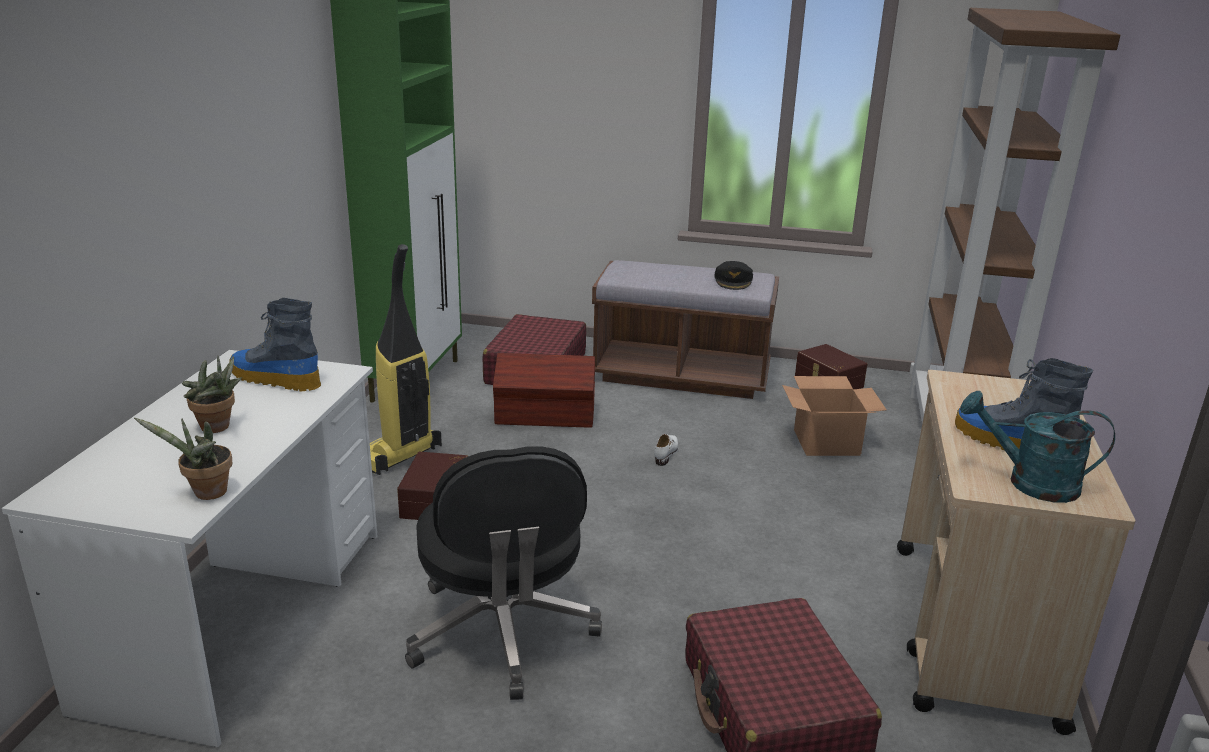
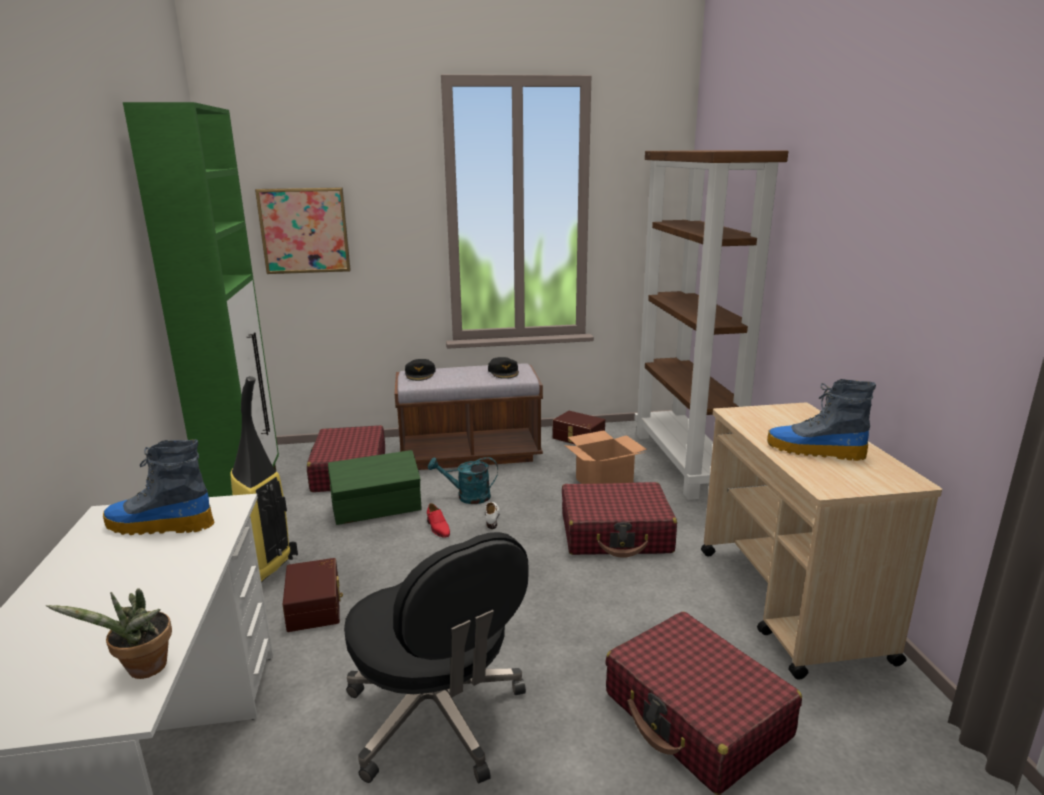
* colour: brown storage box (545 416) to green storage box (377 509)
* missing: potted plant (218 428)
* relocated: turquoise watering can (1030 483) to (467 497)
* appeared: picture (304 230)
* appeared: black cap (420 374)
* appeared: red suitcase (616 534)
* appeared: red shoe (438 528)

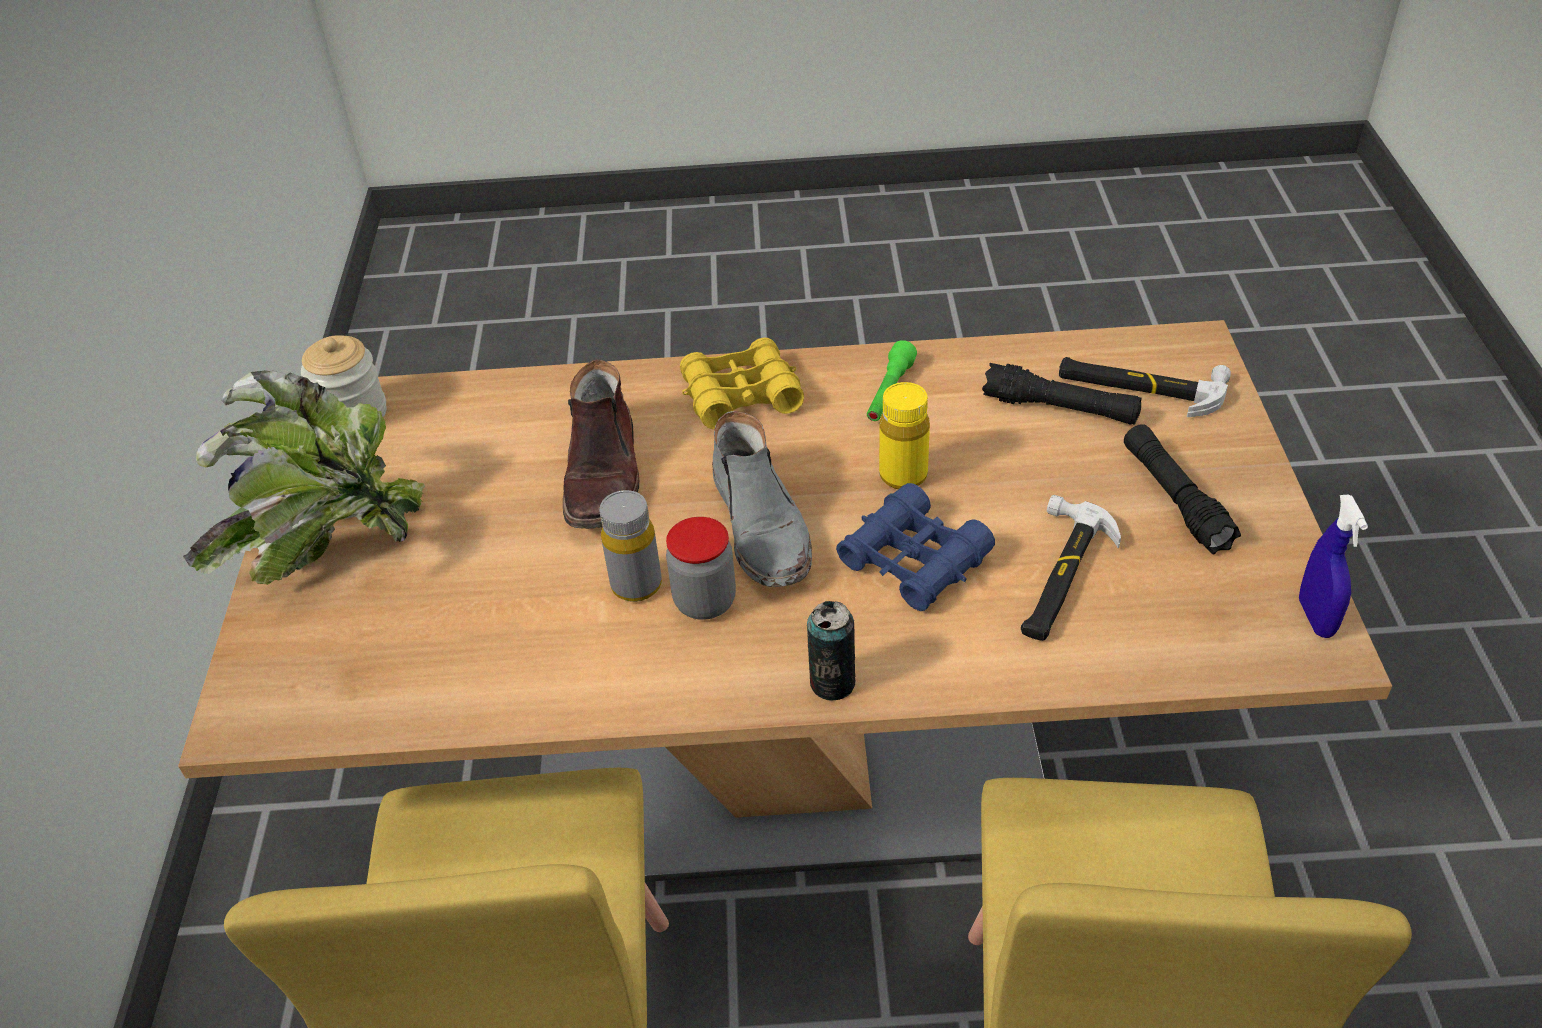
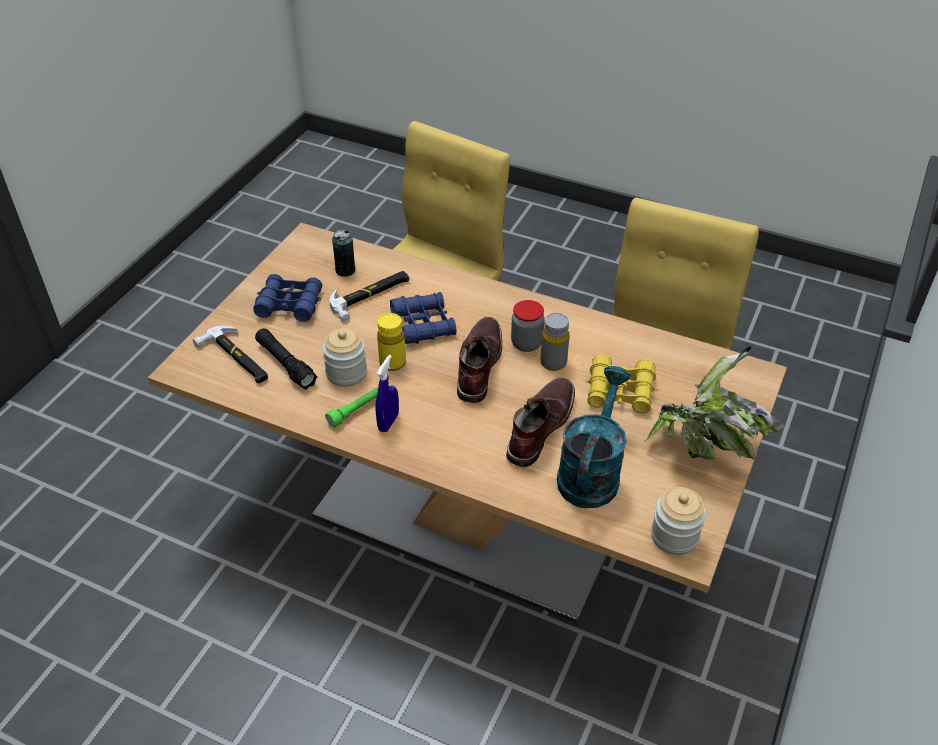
* relocated: yellow binoculars (741 395) to (620 391)
* colour: grey boot (763 527) to brown boot (477 365)
* exchanged: black flashlight (1175 499) to blue binoculars (289 304)
* relocated: blue spray bottle (1316 618) to (388 422)
* relocated: can (832 683) to (345 271)
* appeared: jar (346 373)
* appeared: turquoise watering can (591 472)

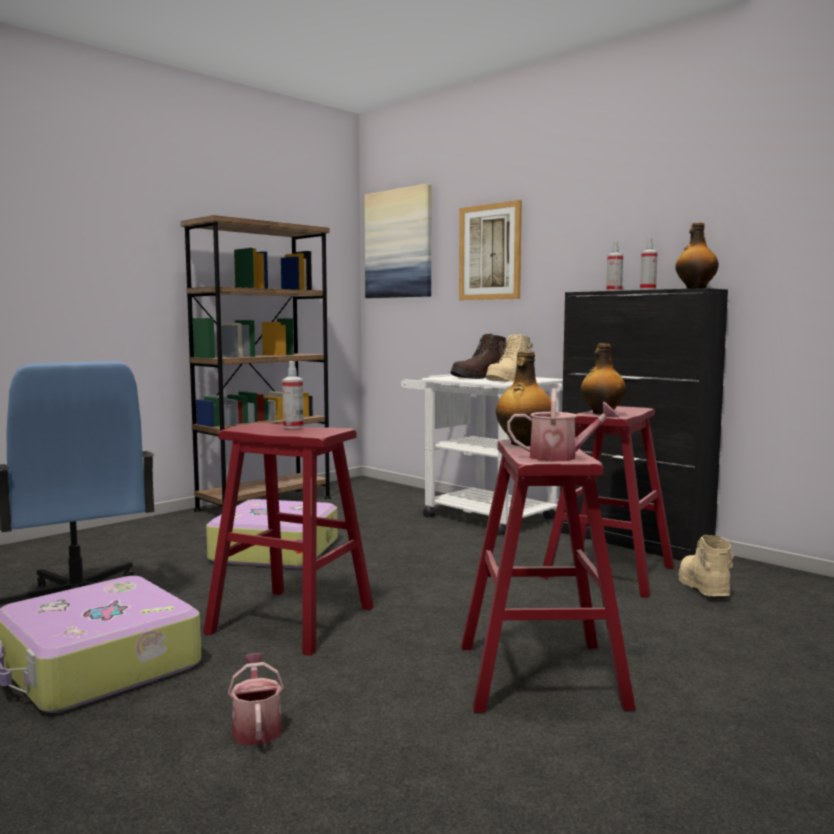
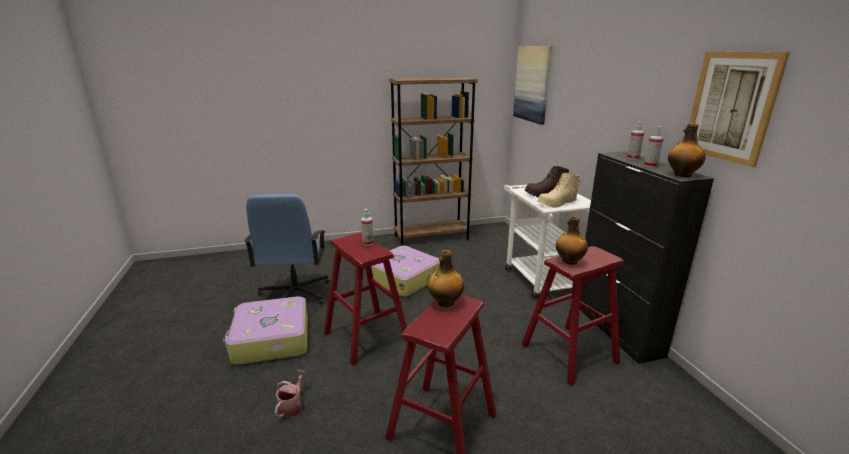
* relocated: picture (490 252) to (731 107)
* missing: watering can (560 457)
* missing: beige boot (702 587)

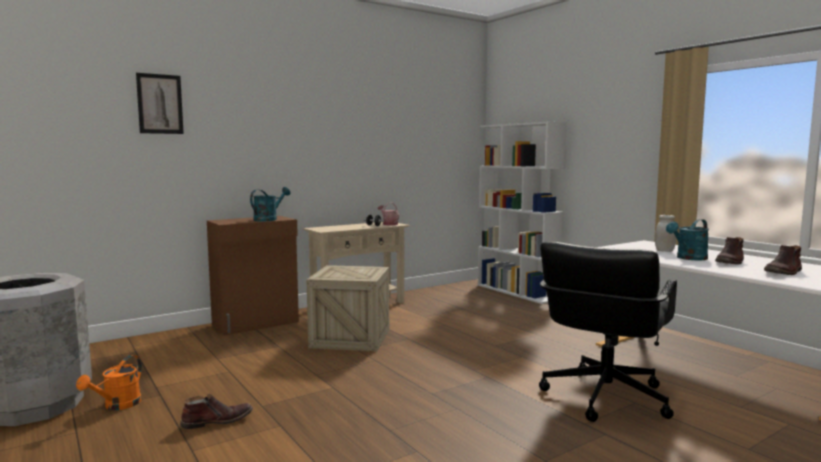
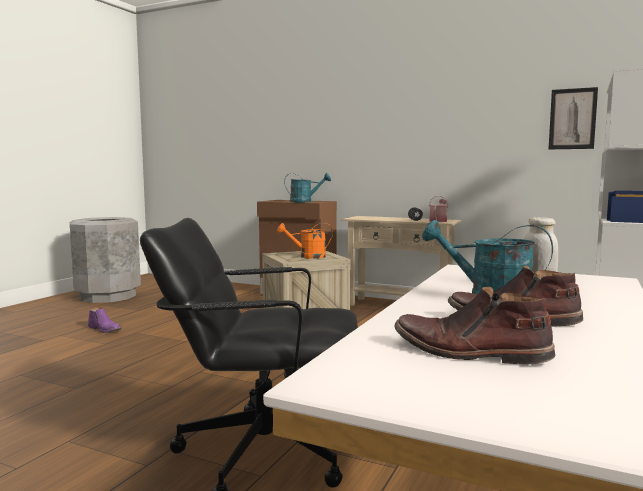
* relocated: picture (160 104) to (572 119)
* relocated: orange watering can (117 406) to (308 256)
* colour: brown boot (217 421) to purple boot (105 329)

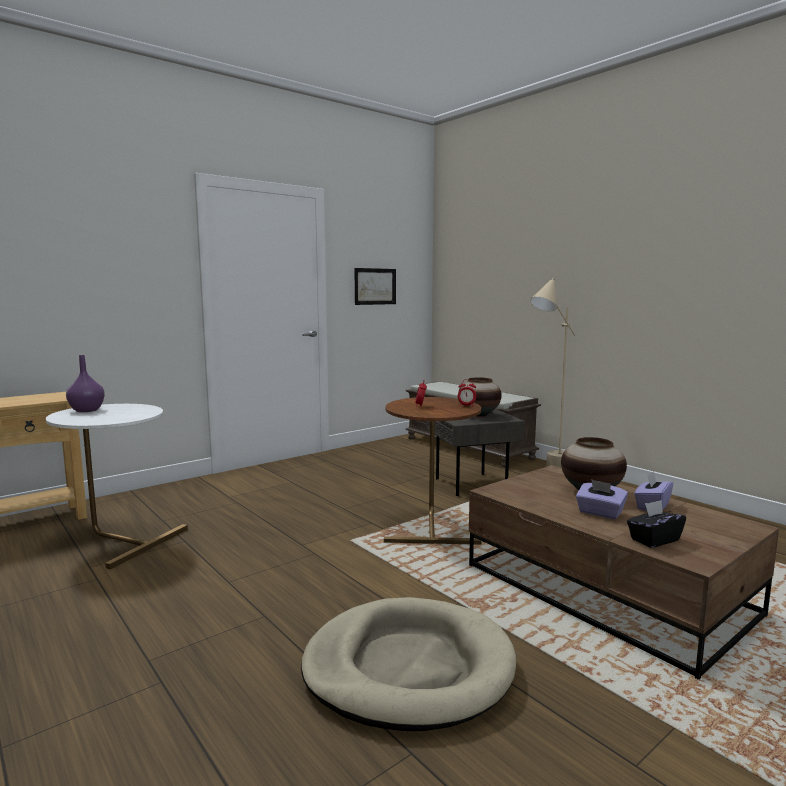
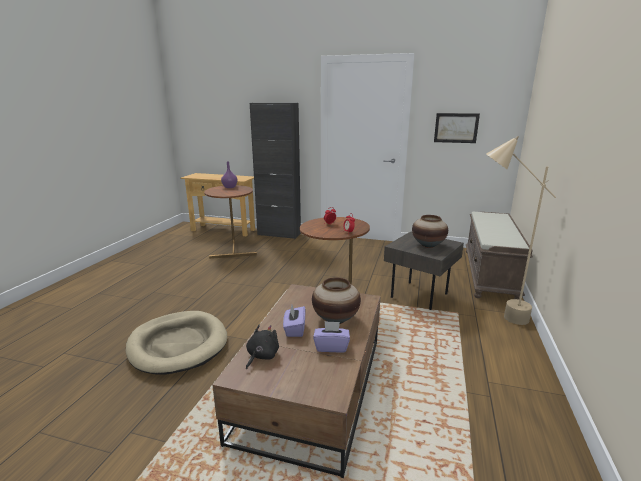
* colour: white side table (119 540) to brown side table (233 249)
* exchanged: black tissue box (654 540) to black plush toy (261 356)
* appeared: black cabinet (279 234)

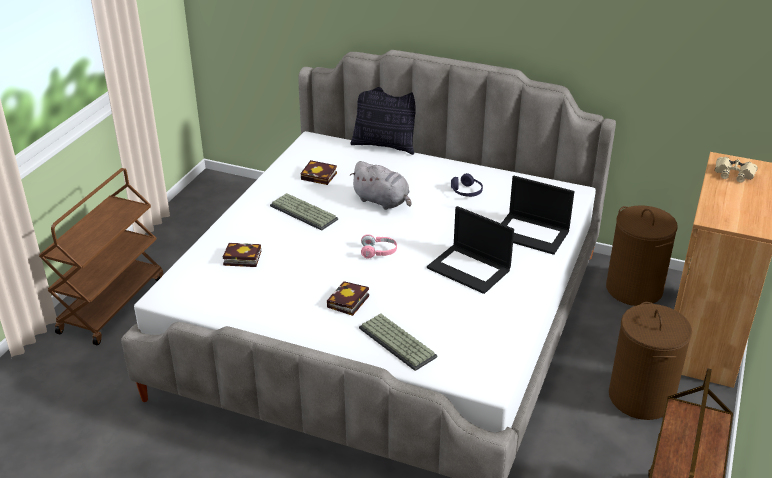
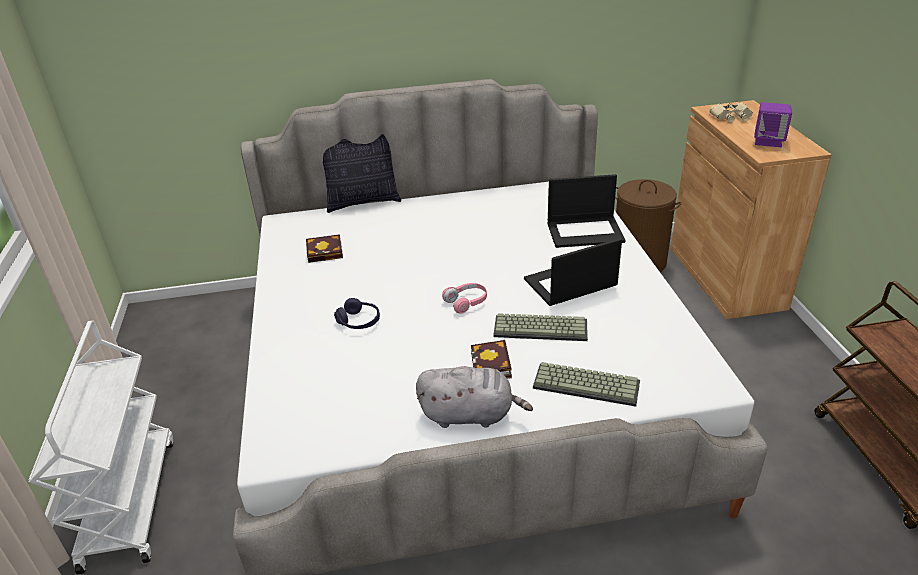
* relocated: grey plush toy (383 201) to (470 415)
* colour: brown cart (112 304) to white cart (129 501)
* relocated: purple headphones (466 192) to (359 321)
* relocated: keyboard (305 212) to (541 328)
* spun: laptop (470 269) = (570 284) 150 degrees clockwise
* missing: book (240 258)
* missing: brown laundry basket (641 398)
* appeared: purple speaker (768 141)

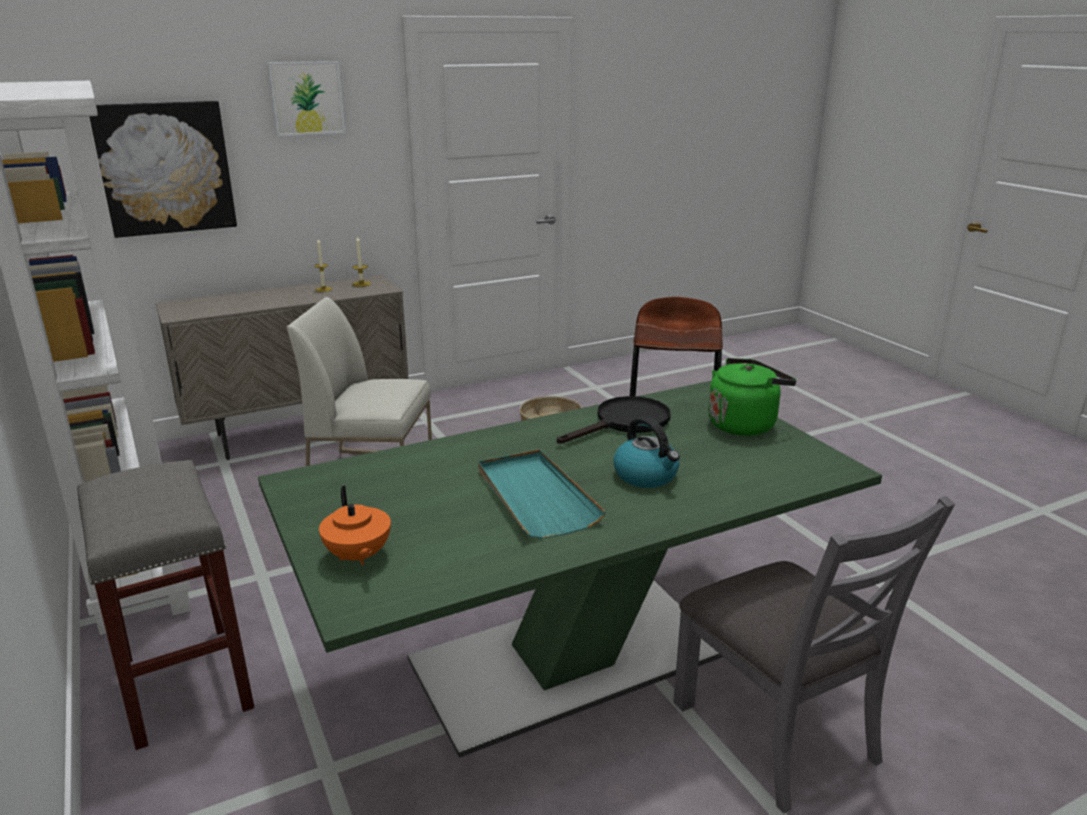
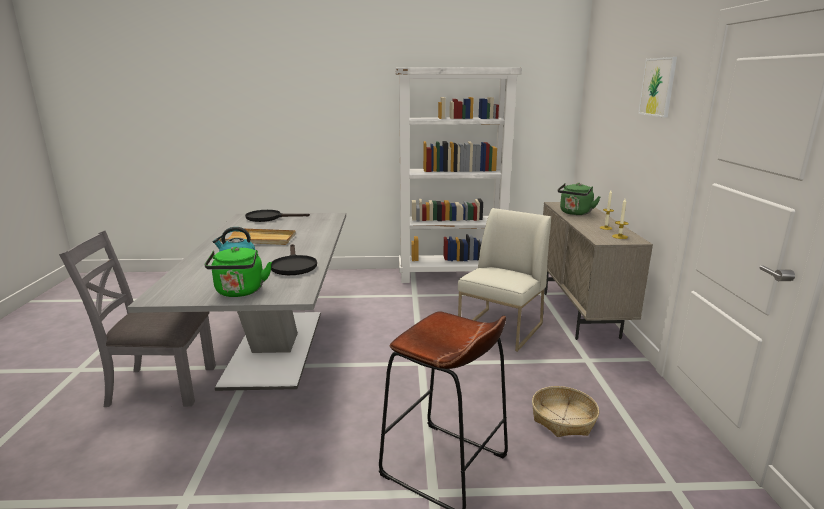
* missing: picture (161 168)
* colour: green dining table (567 659) to grey dining table (275 348)
* colour: turquoise tray (535 497) to beige tray (259 239)
* missing: grey stool (183 682)
* exchanged: orange teapot (357 556) to black frying pan (269 218)
* appeared: green kettle (575 213)

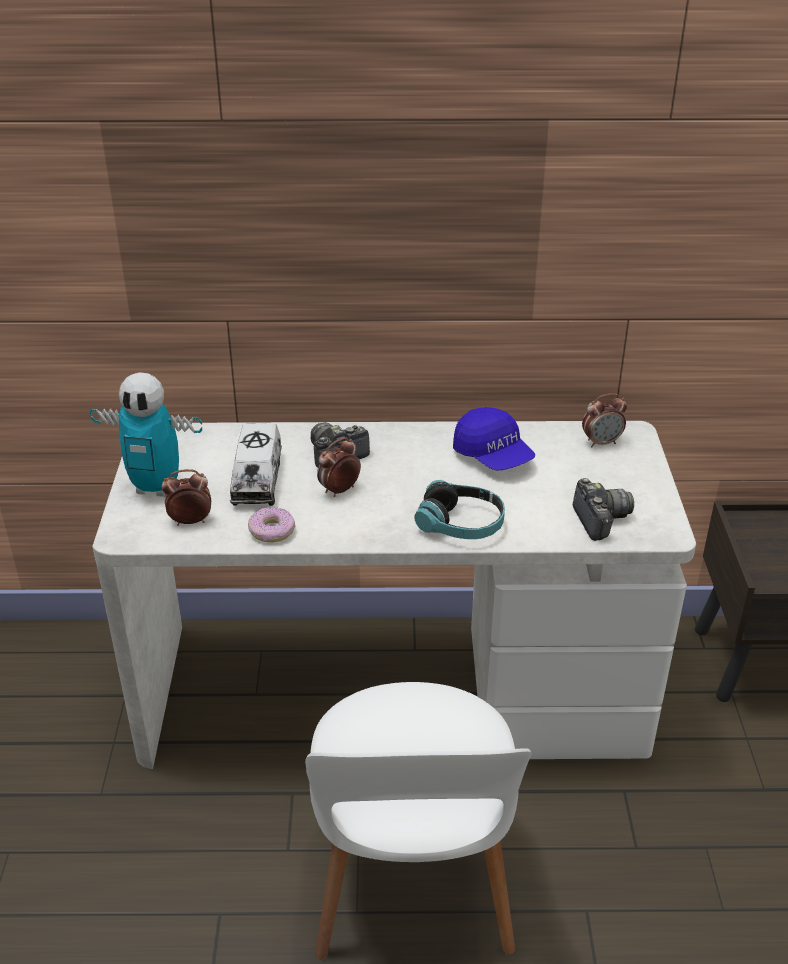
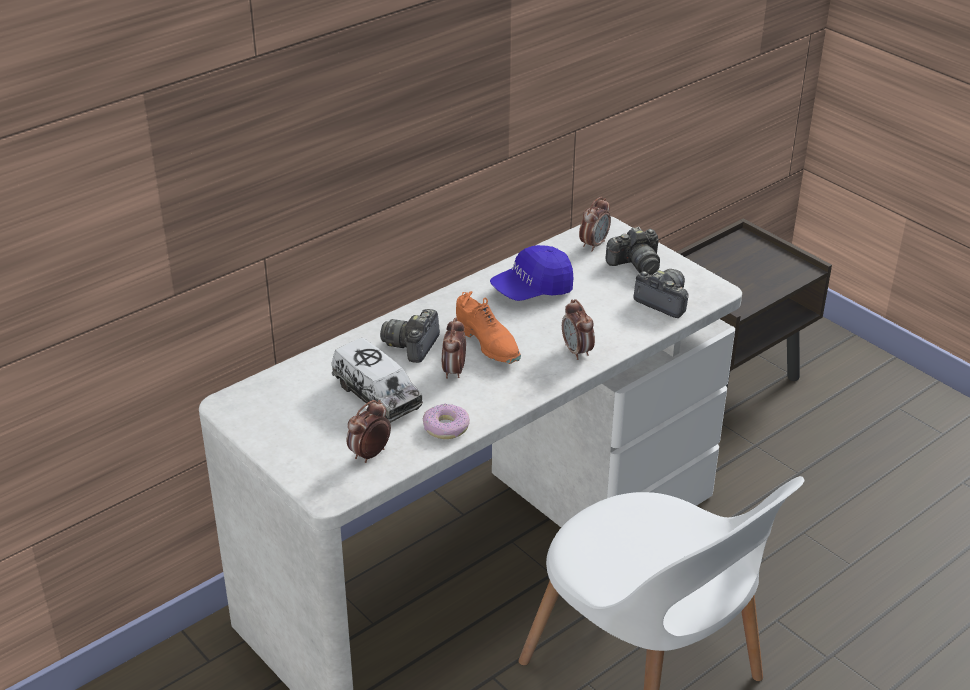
* missing: toy robot (156 487)
* spun: blue cap (493 456) = (532 290) 135 degrees clockwise
* exchanged: headphones (461 524) to alarm clock (577 351)
* appeared: photo camera (635 264)
* appeared: orange shoe (488 344)

